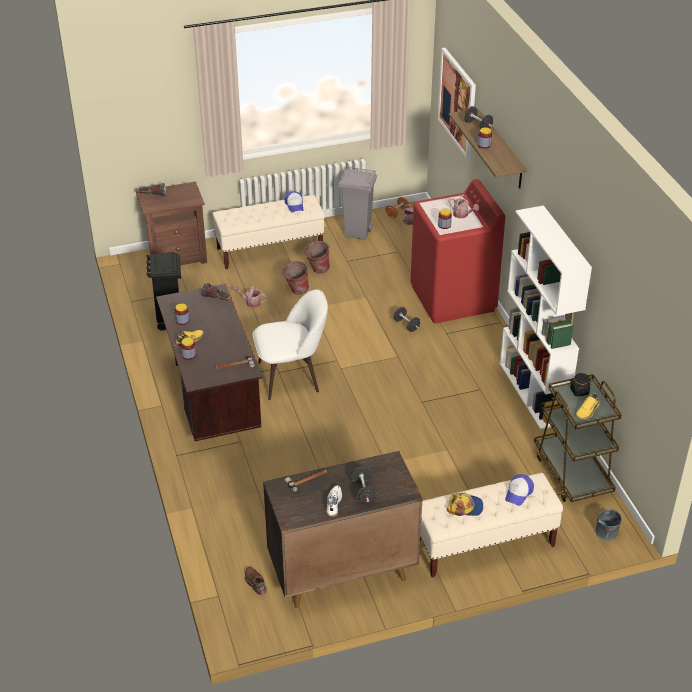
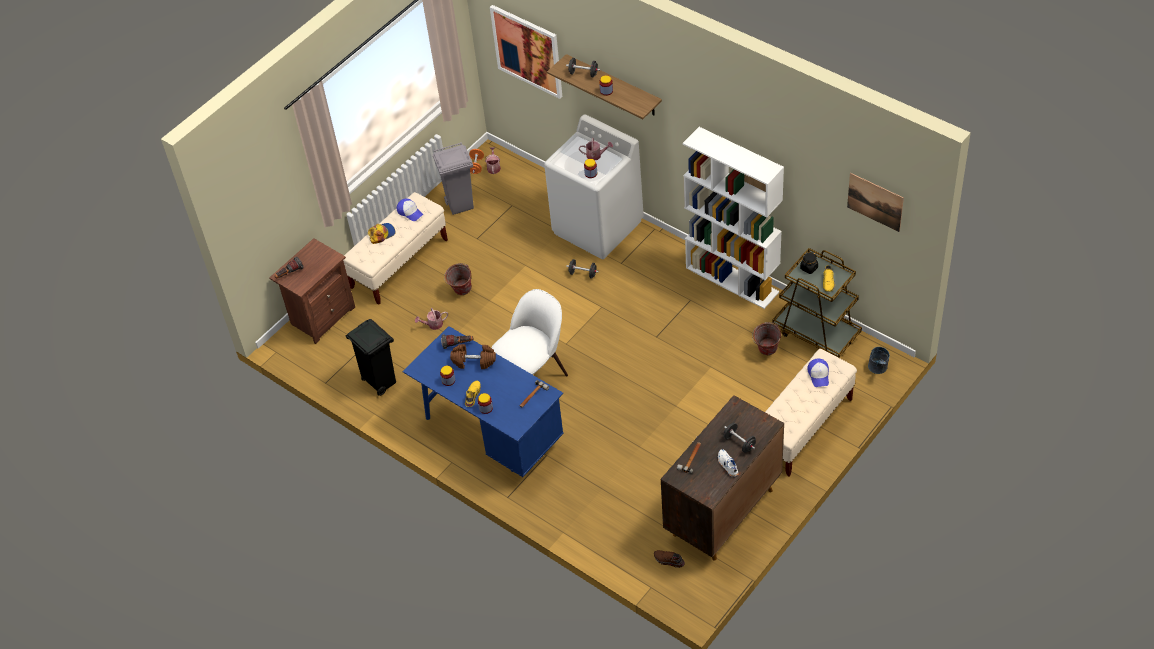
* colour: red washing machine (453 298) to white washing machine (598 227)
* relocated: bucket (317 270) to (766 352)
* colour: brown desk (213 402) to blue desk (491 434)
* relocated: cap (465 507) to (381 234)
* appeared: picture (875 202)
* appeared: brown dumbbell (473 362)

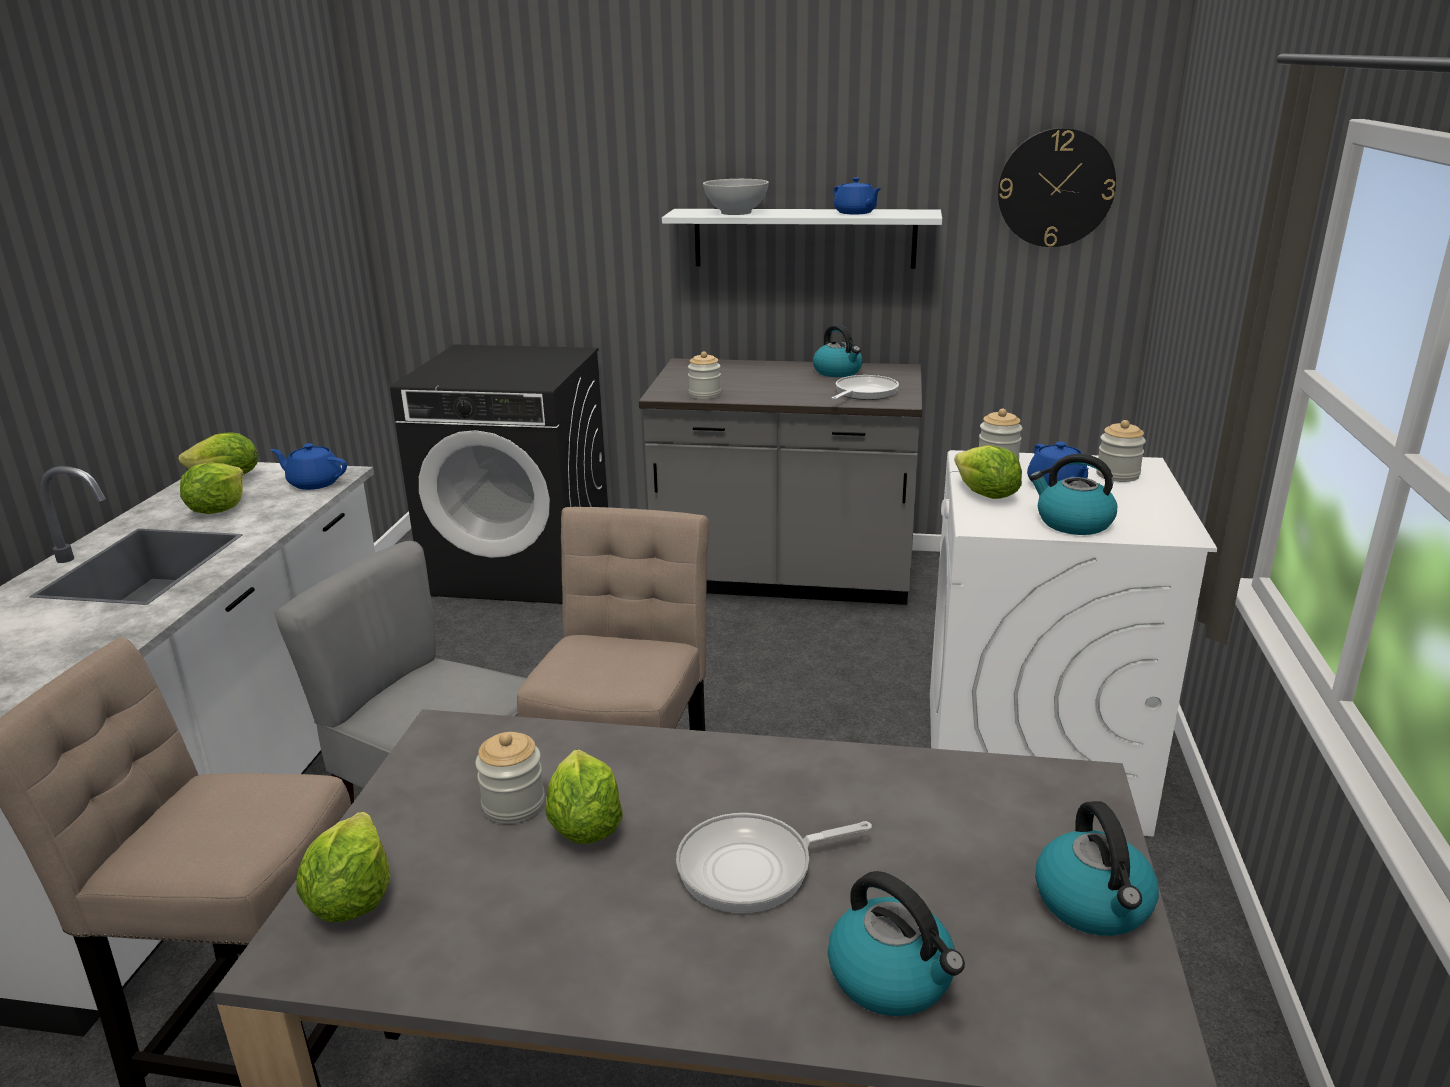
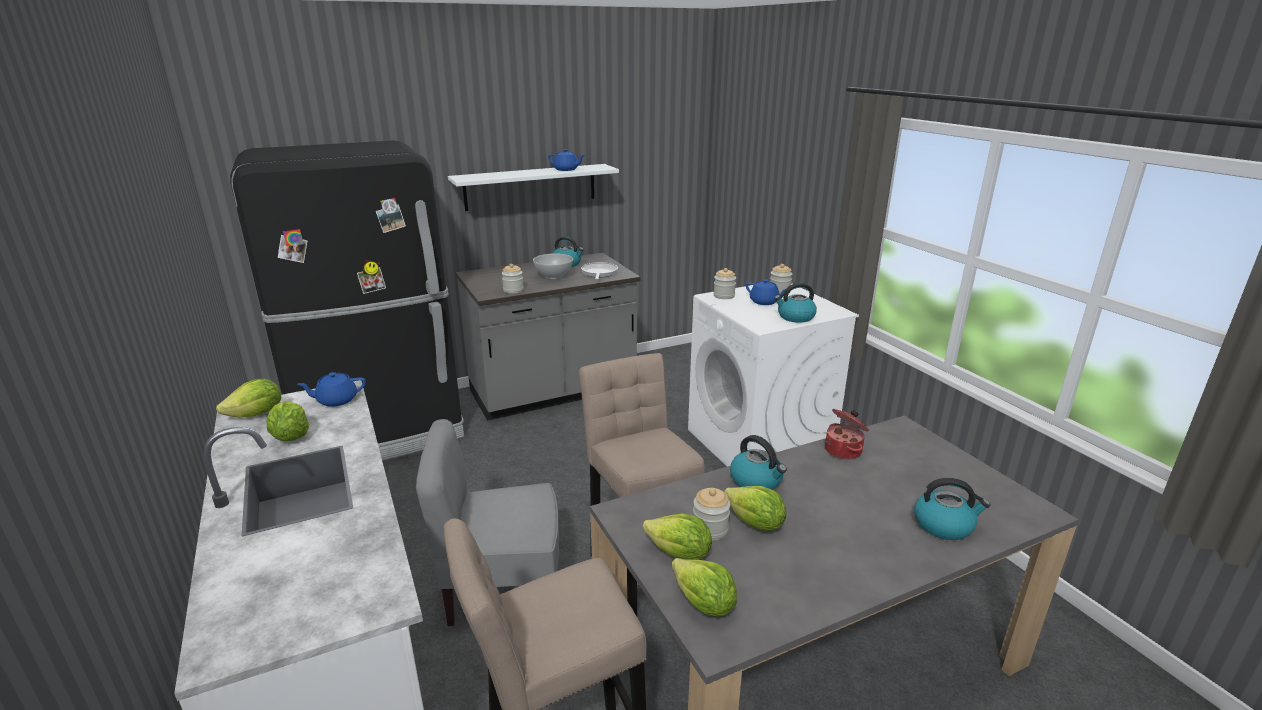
* missing: wall clock (1055 188)
* relocated: white bowl (736 213) to (554 276)
* exchanged: black washing machine (522 567) to black fridge (381 432)
* relocated: lettuce (985 495) to (679 554)
* relocated: kettle (1094 904) to (756 481)
* missing: frying pan (753 868)
* appeared: cooking pot (844 450)

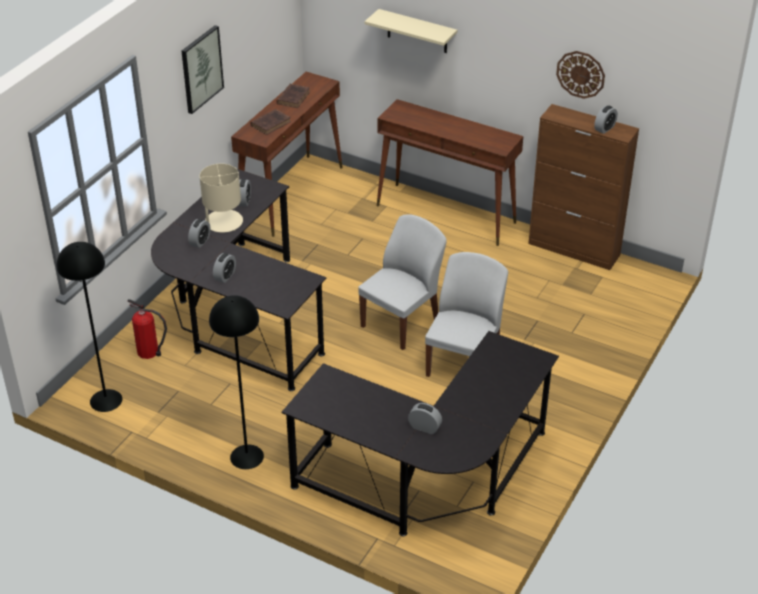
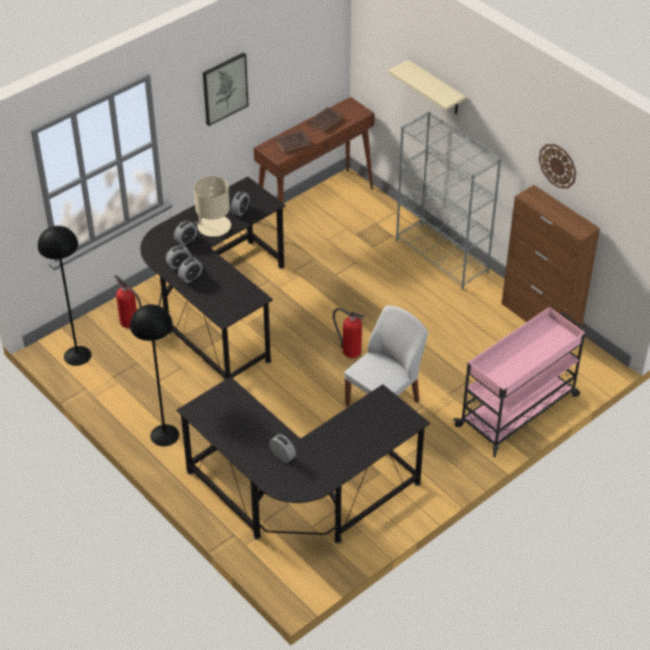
* exchanged: brown console table (446 214) to grey bookcase (442 257)
* relocated: alarm clock (604 128) to (179 264)
* exchanged: white chair (401 323) to fire extinguisher (350 350)
* appeared: pink cart (518 410)

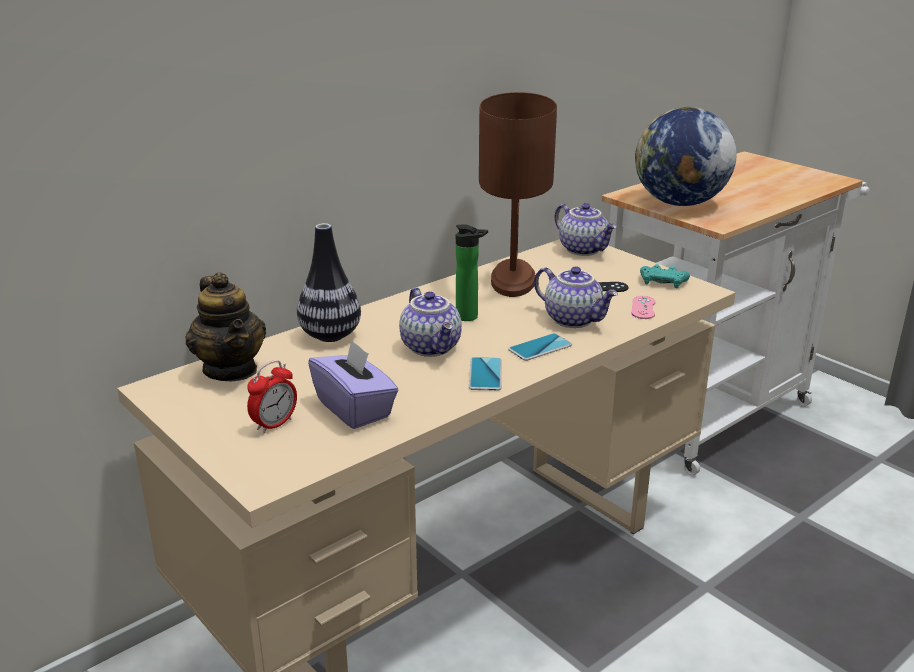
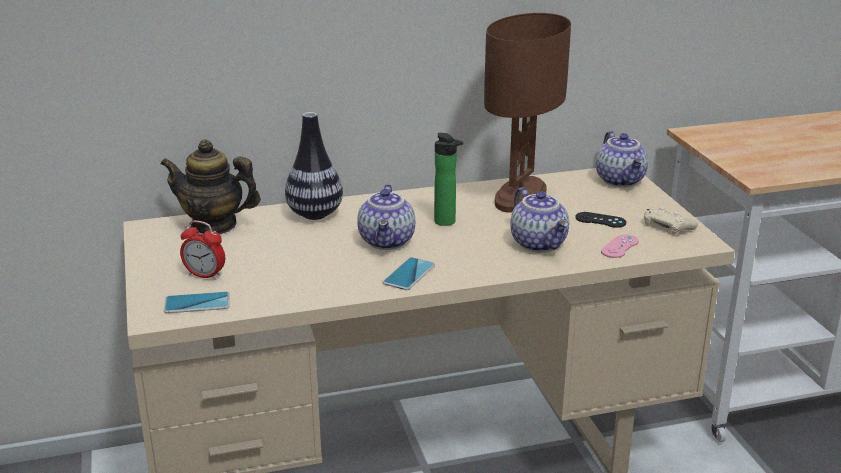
* missing: globe (679 203)
* colour: turquoise game controller (663 282) to beige game controller (667 226)
* spun: teapot (231 370) = (214 225) 105 degrees clockwise
* relocated: phone (540 348) to (197 303)
* missing: purple tissue box (355 409)
* spun: alarm clock (274 424) = (205 275) 45 degrees clockwise

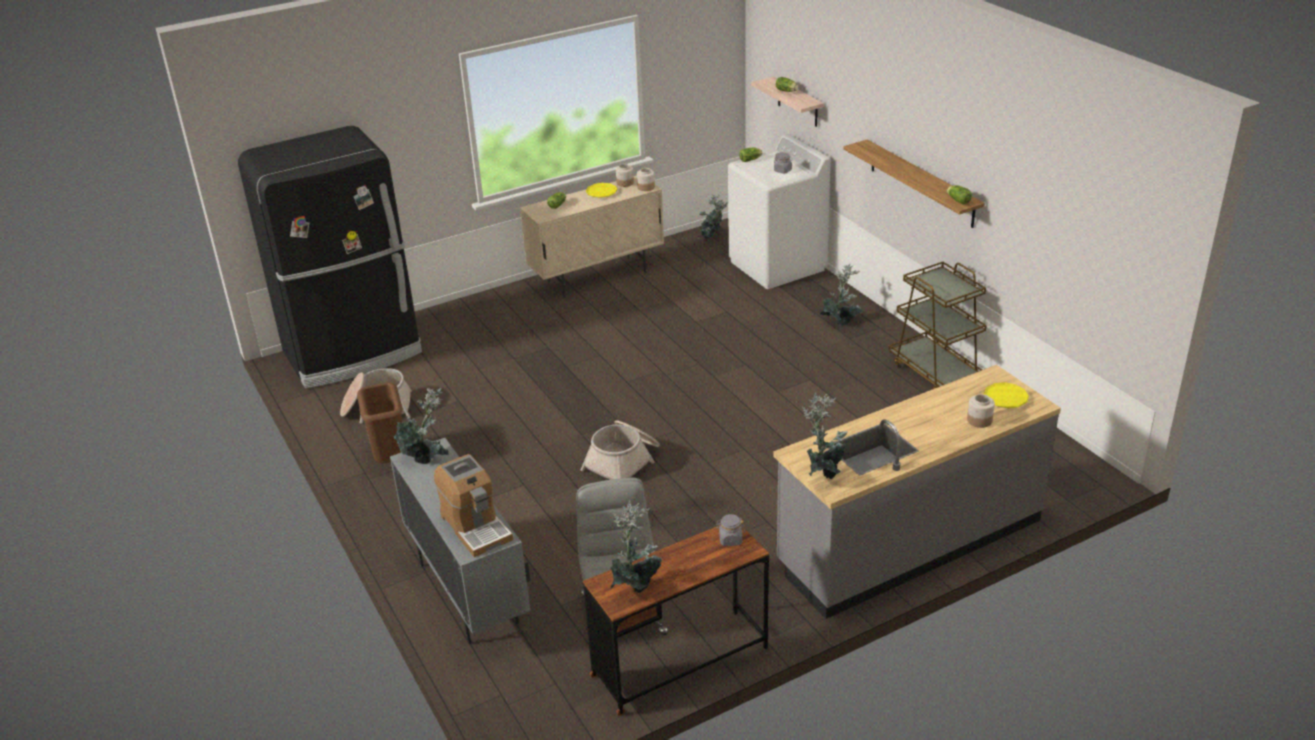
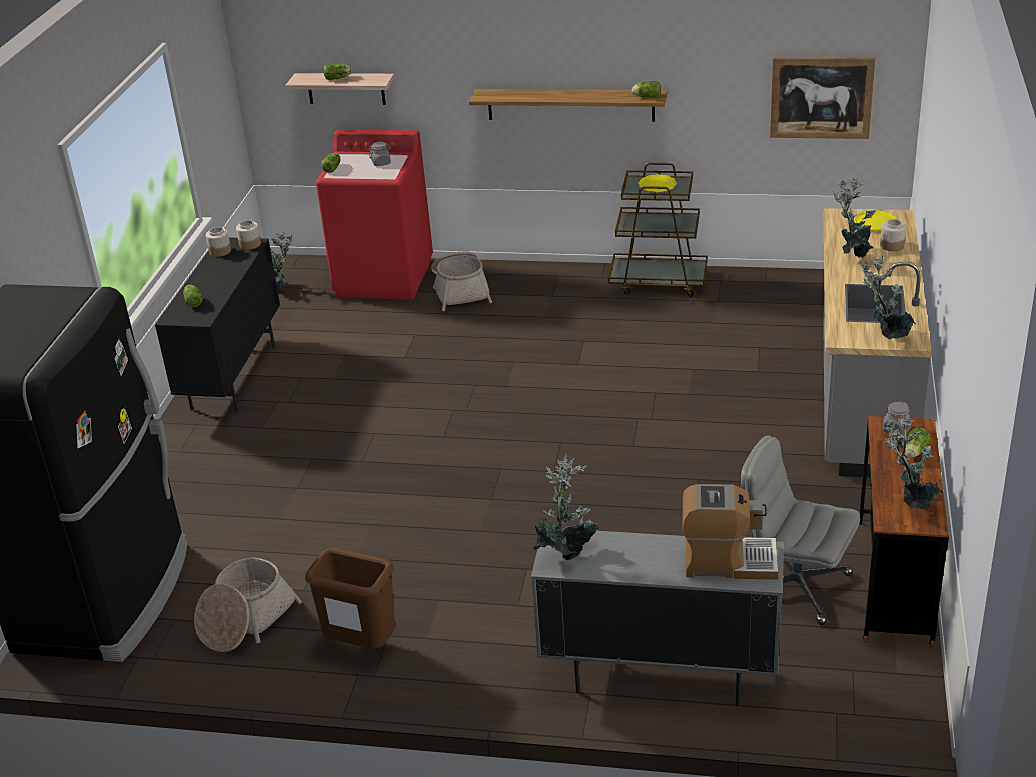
* colour: white washing machine (777 266) to red washing machine (384 278)
* colour: beige cabinet (597 277) to black cabinet (234 377)
* relocated: yellow plate (601 192) to (657 186)
* relocated: potted plant (841 321) to (853 255)
* relocated: basket (624 462) to (460 291)
* appeared: picture (821 97)
* appeared: lettuce (914 452)

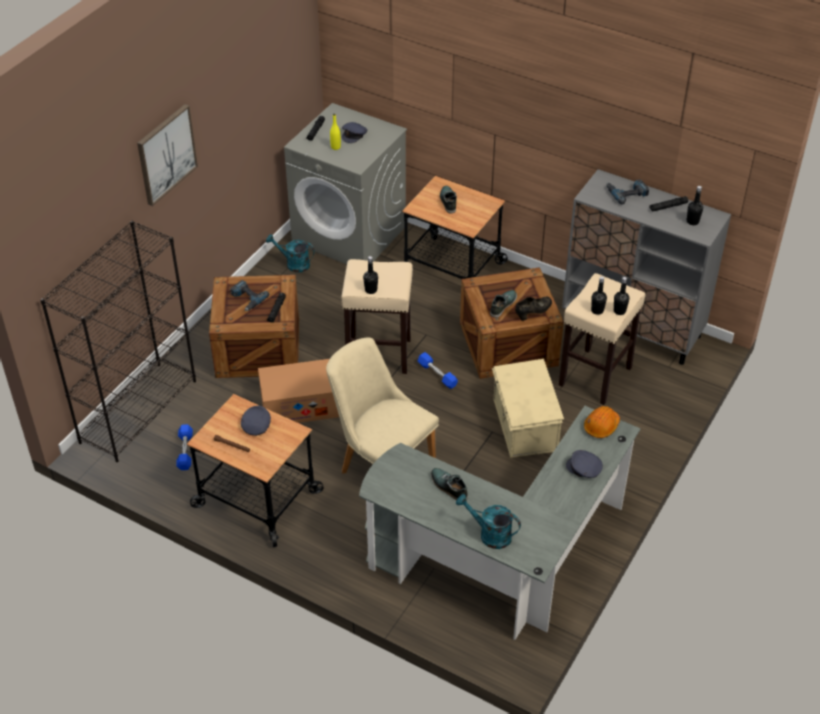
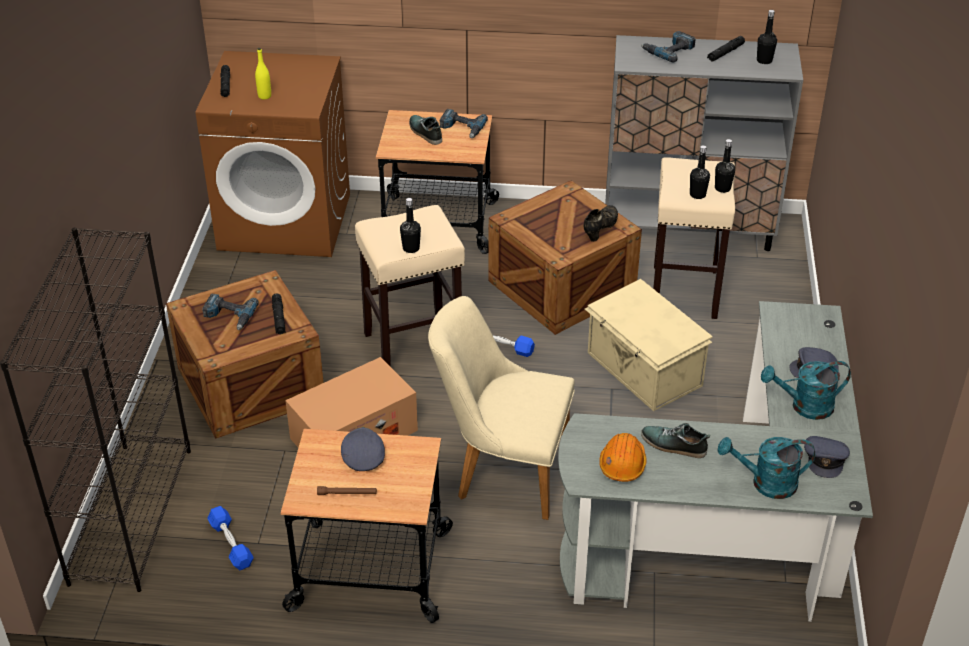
* colour: grey washing machine (350 234) to brown washing machine (286 221)
* missing: picture (166 154)
* relocated: grey cap (354 135) to (825 459)
* relocated: turquoise watering can (293 264) to (804 407)
* missing: shoe (502 305)
* relocated: orange hard hat (601 426) to (622 464)
* appeared: power drill (462 128)

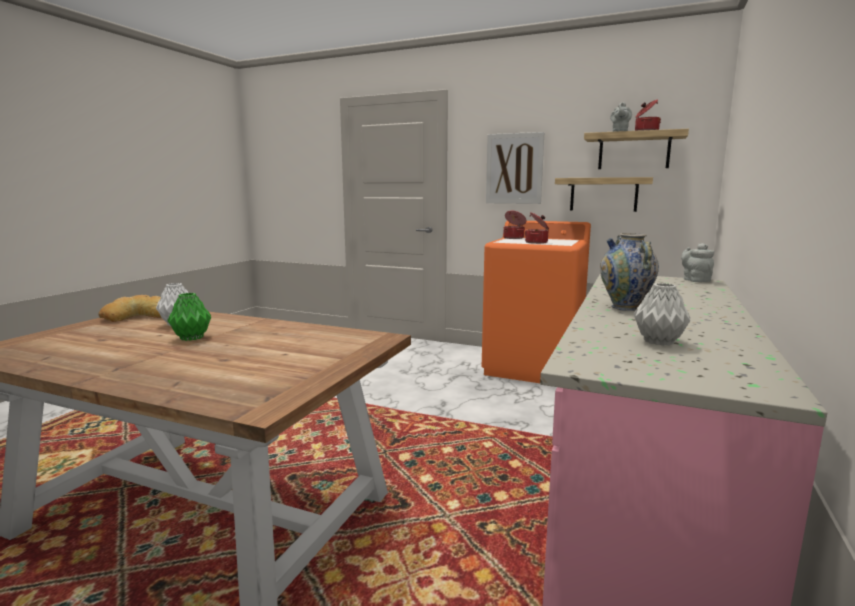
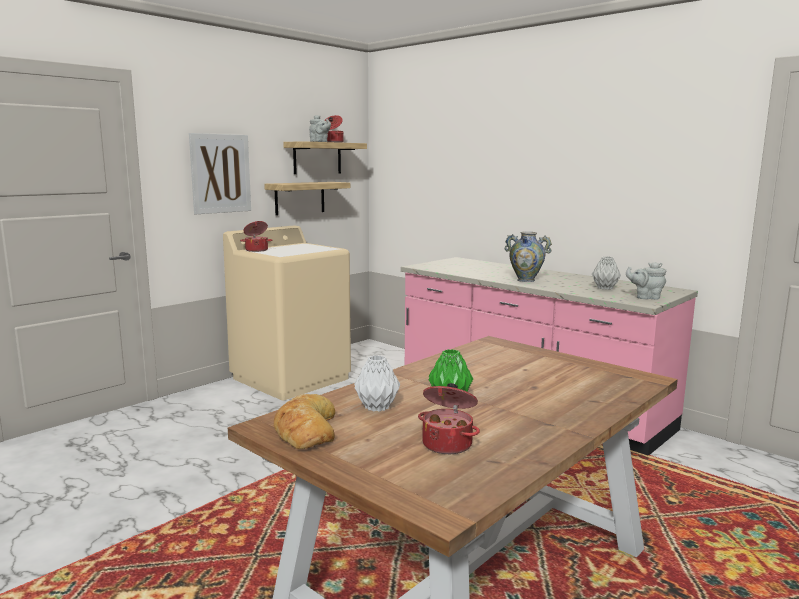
* relocated: cooking pot (537 242) to (448 444)
* colour: orange washing machine (533 367) to beige washing machine (291 378)
* relocated: grey teapot (695 280) to (646 297)

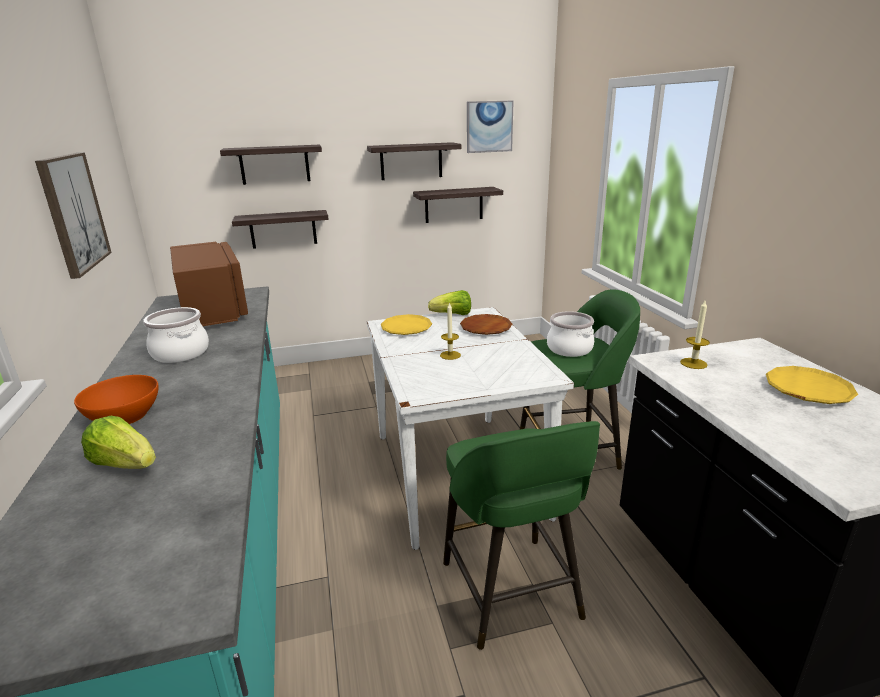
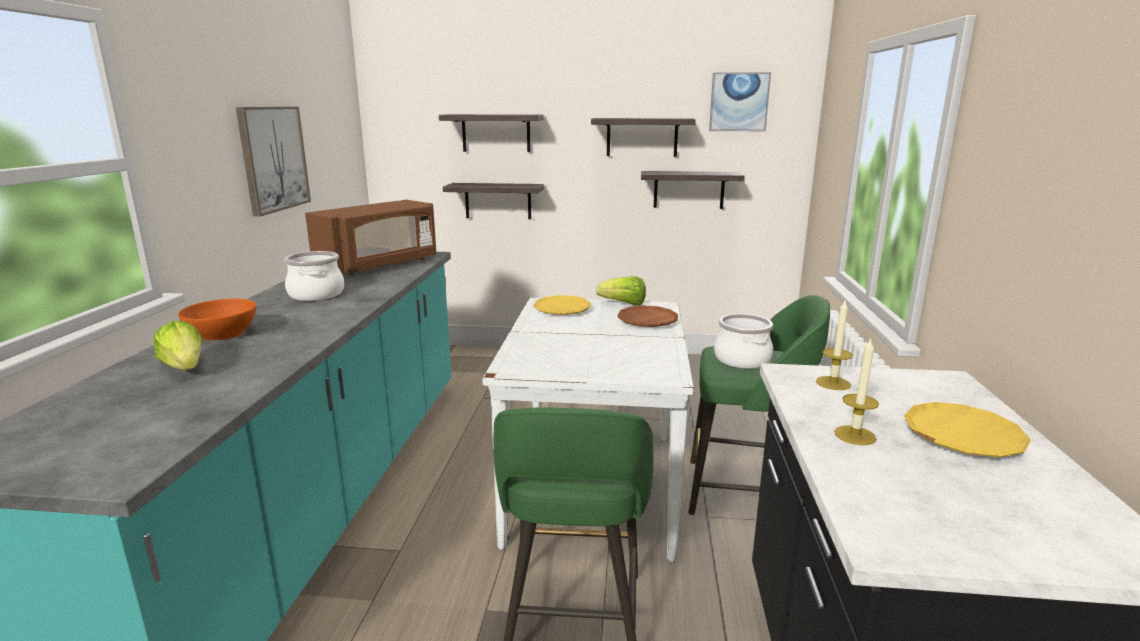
* spun: brown microwave (213 310) = (380 265) 45 degrees clockwise
* relocated: candle (450 355) to (855 435)

